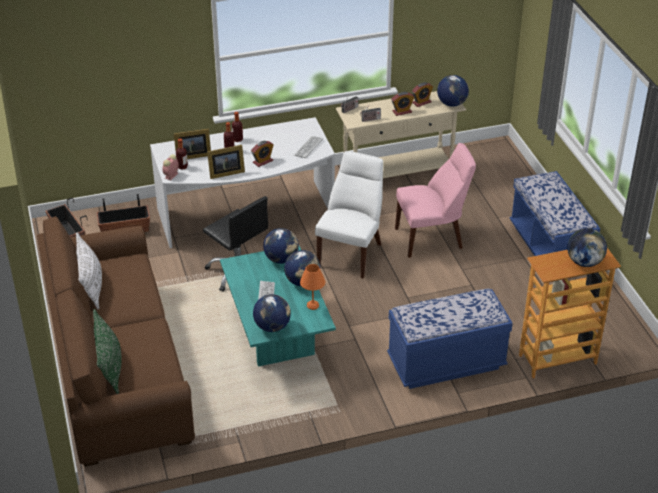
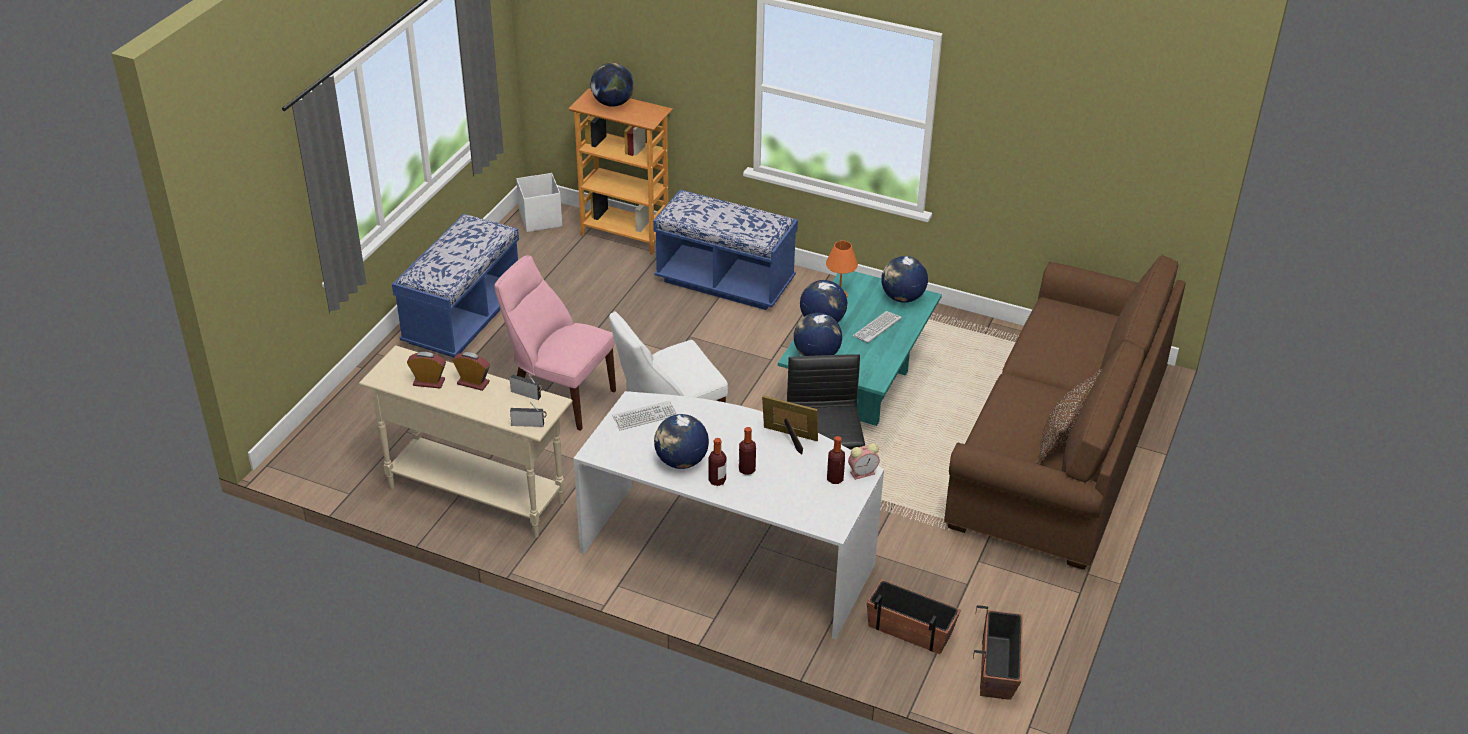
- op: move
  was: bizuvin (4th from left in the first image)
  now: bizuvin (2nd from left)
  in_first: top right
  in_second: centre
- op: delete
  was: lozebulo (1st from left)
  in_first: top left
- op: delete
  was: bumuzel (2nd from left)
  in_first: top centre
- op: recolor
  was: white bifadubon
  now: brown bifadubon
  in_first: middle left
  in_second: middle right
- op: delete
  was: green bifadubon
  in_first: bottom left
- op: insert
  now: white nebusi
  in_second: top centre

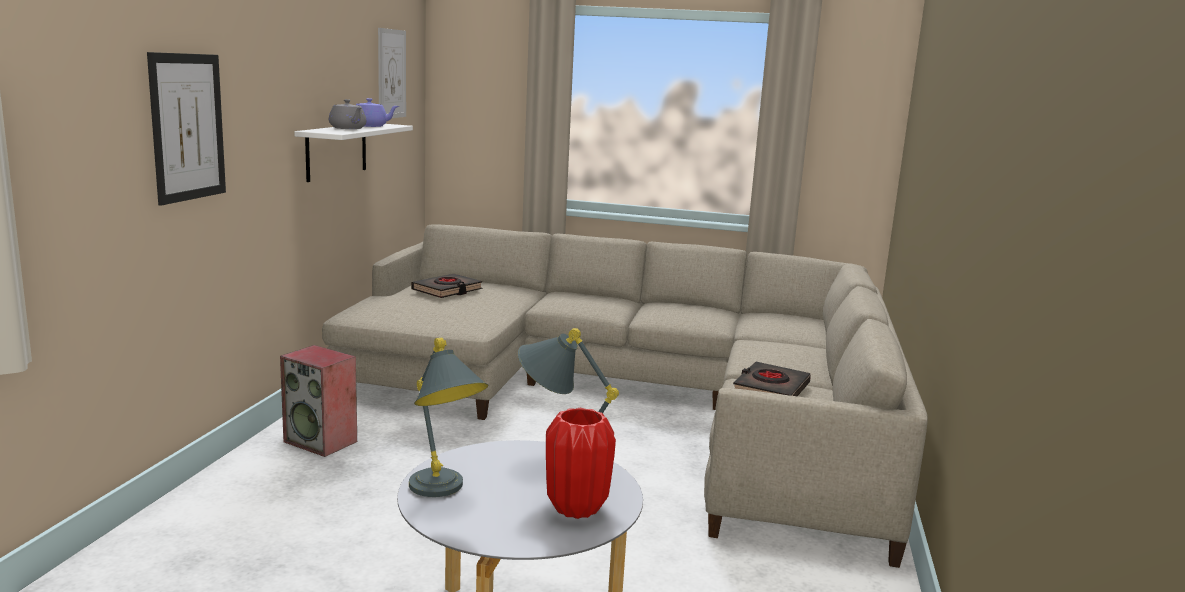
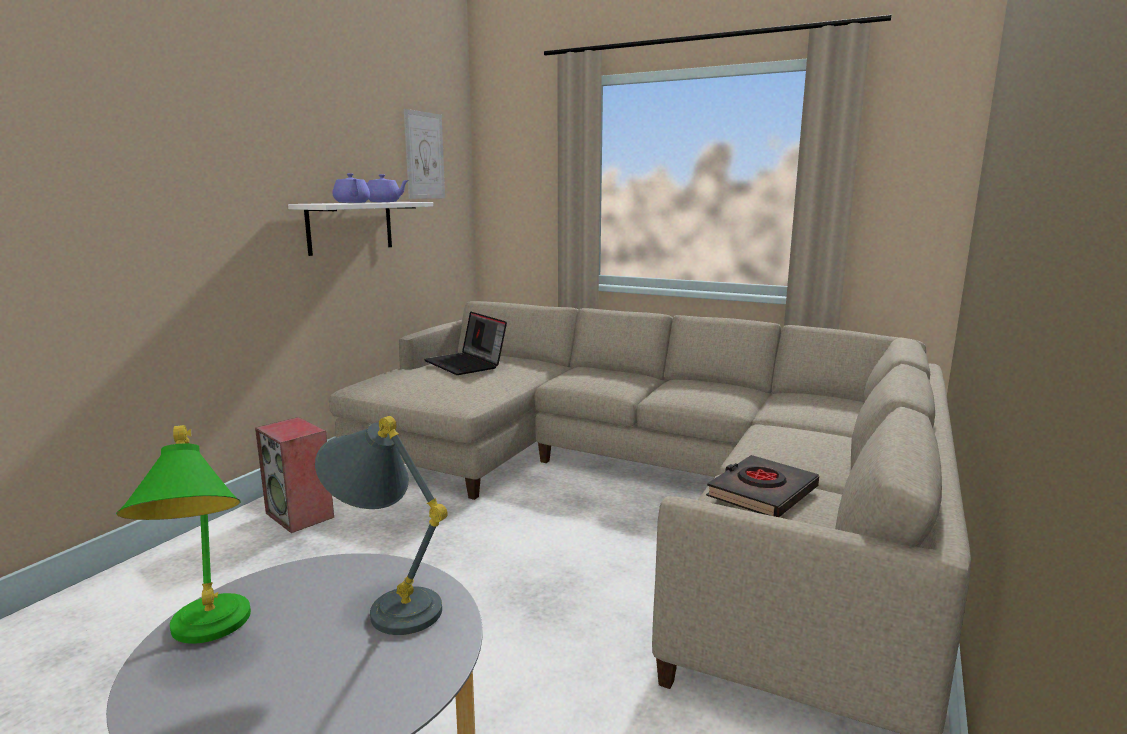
- op: delete
  was: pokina (1st from left)
  in_first: top left
- op: recolor
  was: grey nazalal
  now: purple nazalal (1st from left)
  in_first: top left
  in_second: top left
- op: replace
  was: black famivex (1st from left)
  now: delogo
  in_first: centre
  in_second: centre
- op: recolor
  was: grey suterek (1st from left)
  now: green suterek
  in_first: bottom centre
  in_second: bottom left
- op: delete
  was: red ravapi
  in_first: bottom centre

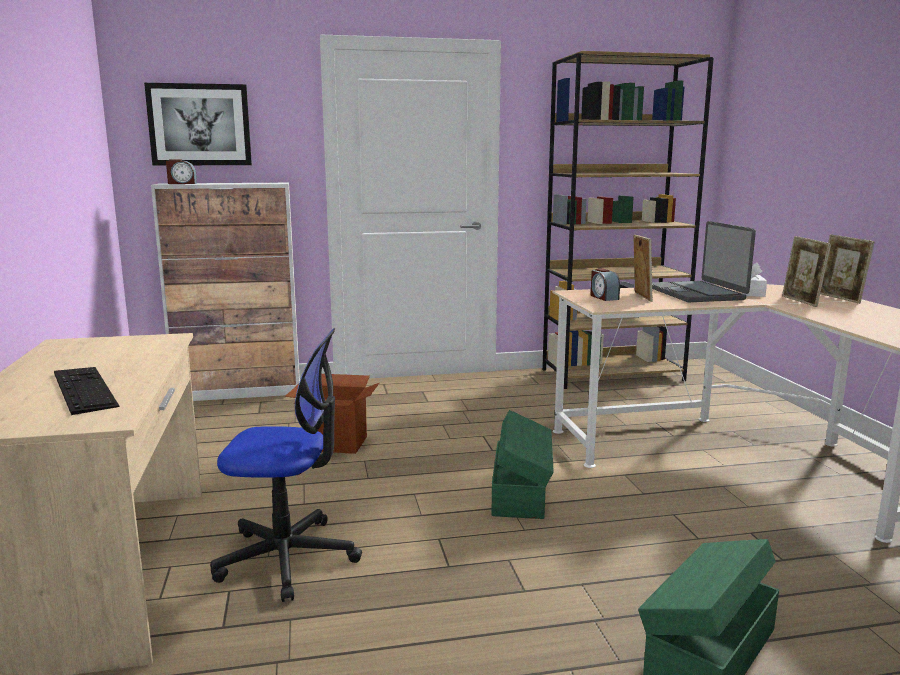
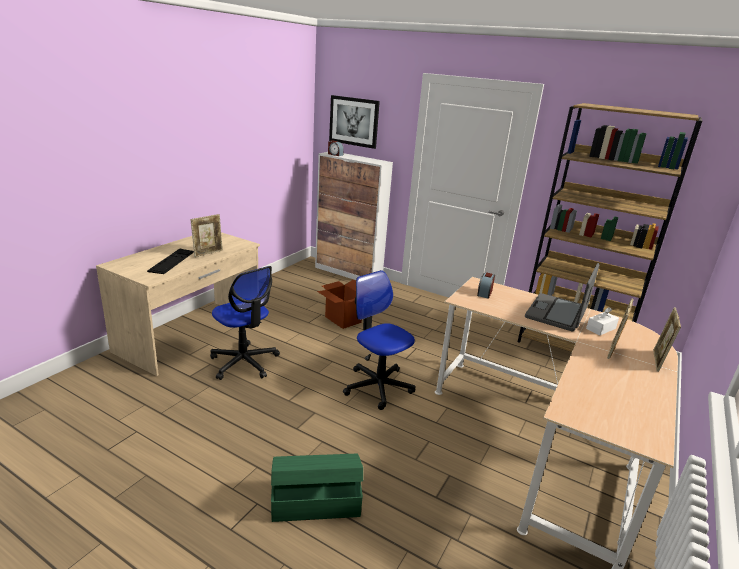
- op: move
  was: lozebulo (1st from left)
  in_first: middle right
  in_second: middle left
- op: replace
  was: green nebusi (1st from left)
  now: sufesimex (2nd from left)
  in_first: bottom centre
  in_second: centre

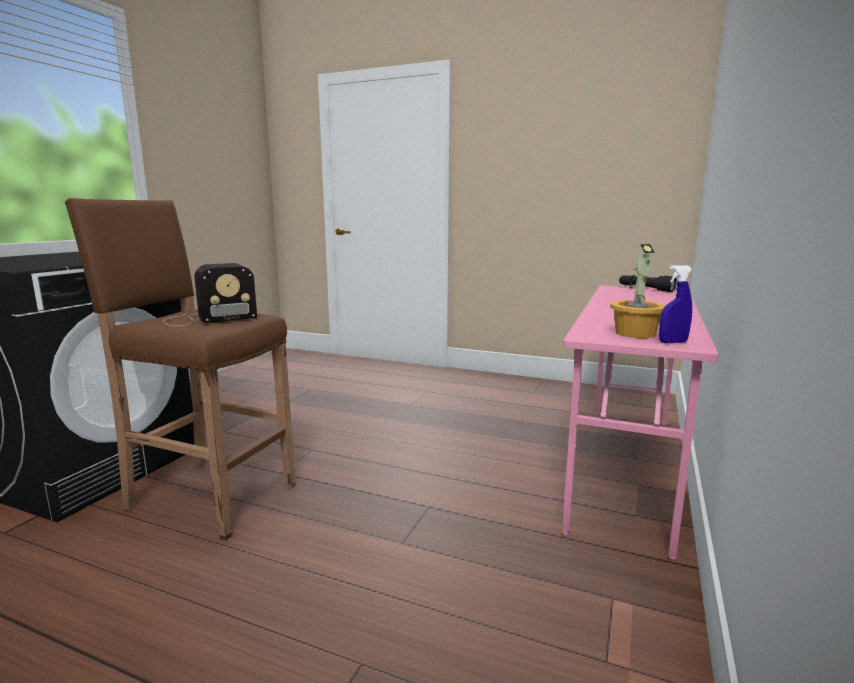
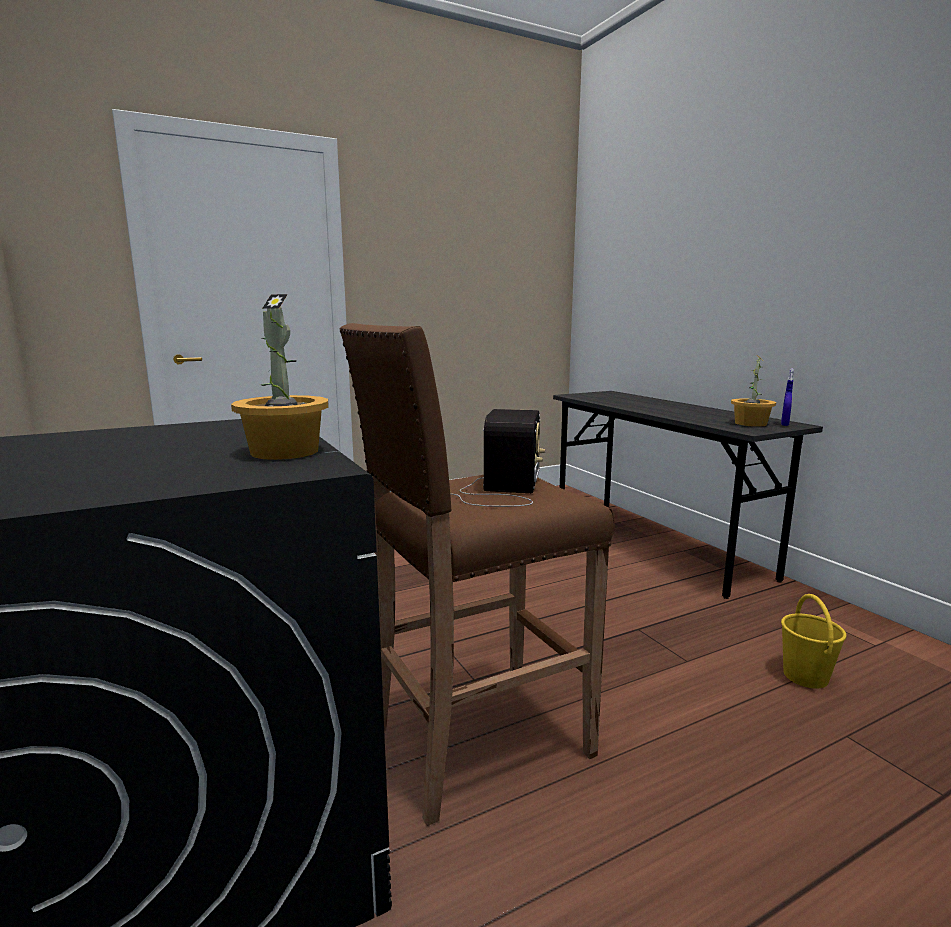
- op: delete
  was: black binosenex
  in_first: middle right
- op: recolor
  was: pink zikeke
  now: grey zikeke
  in_first: middle right
  in_second: middle right
- op: insert
  now: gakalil (1st from left)
  in_second: middle left
- op: insert
  now: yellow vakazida
  in_second: bottom right

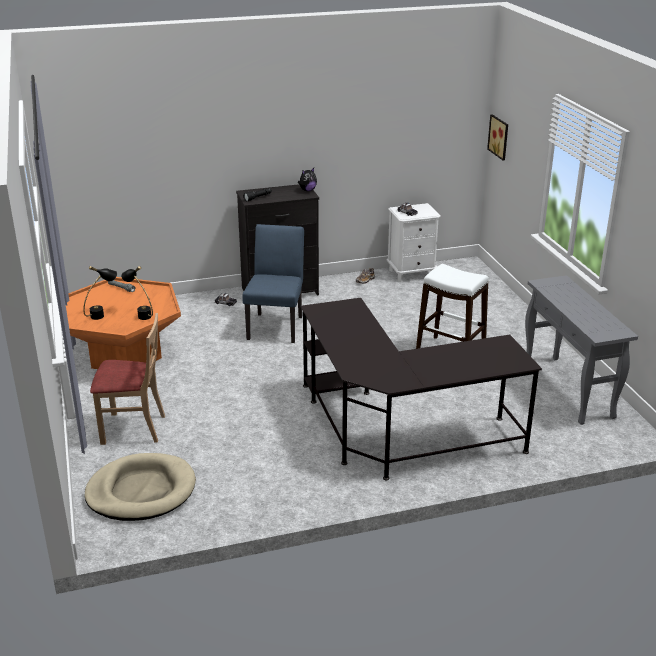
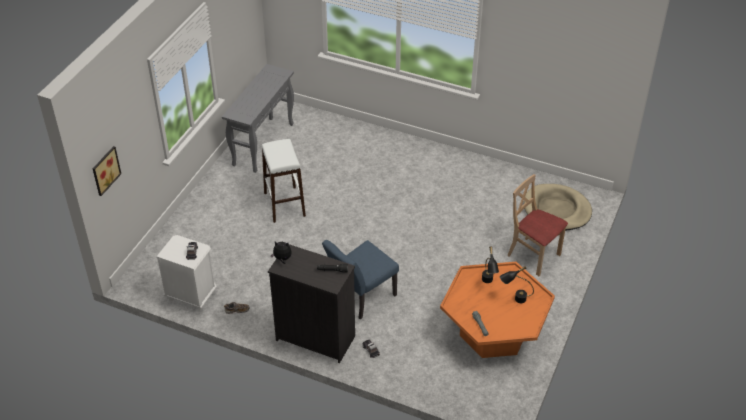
- op: delete
  was: black zikeke
  in_first: centre

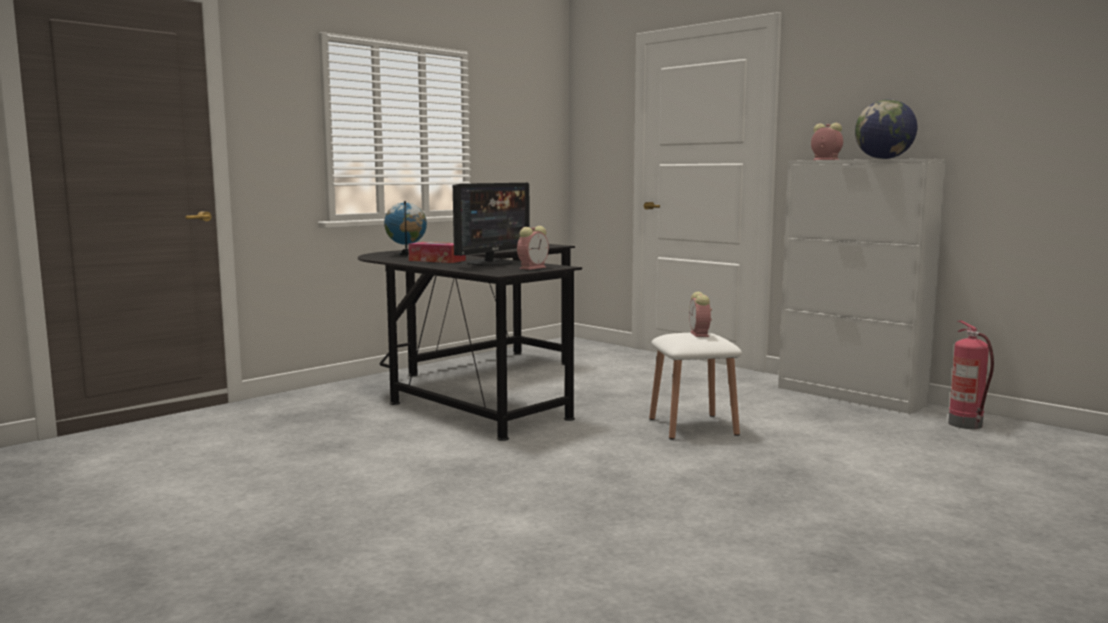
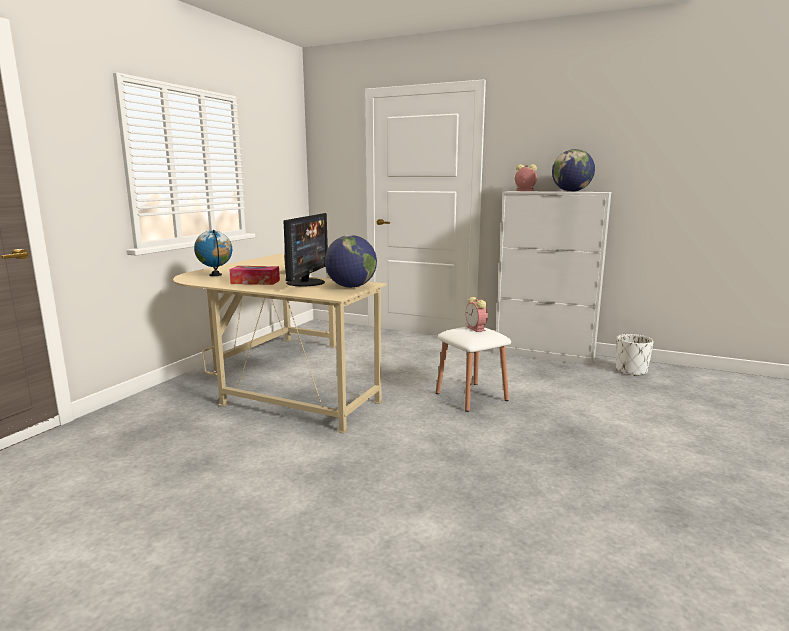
- op: replace
  was: bumuzel (1st from left)
  now: bizuvin (2nd from left)
  in_first: centre
  in_second: centre
- op: recolor
  was: black zikeke
  now: beige zikeke
  in_first: centre
  in_second: centre
- op: replace
  was: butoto
  now: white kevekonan
  in_first: middle right
  in_second: middle right

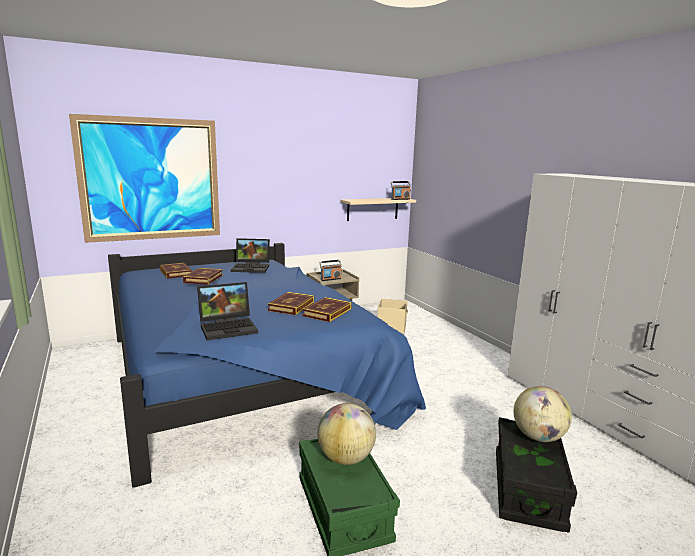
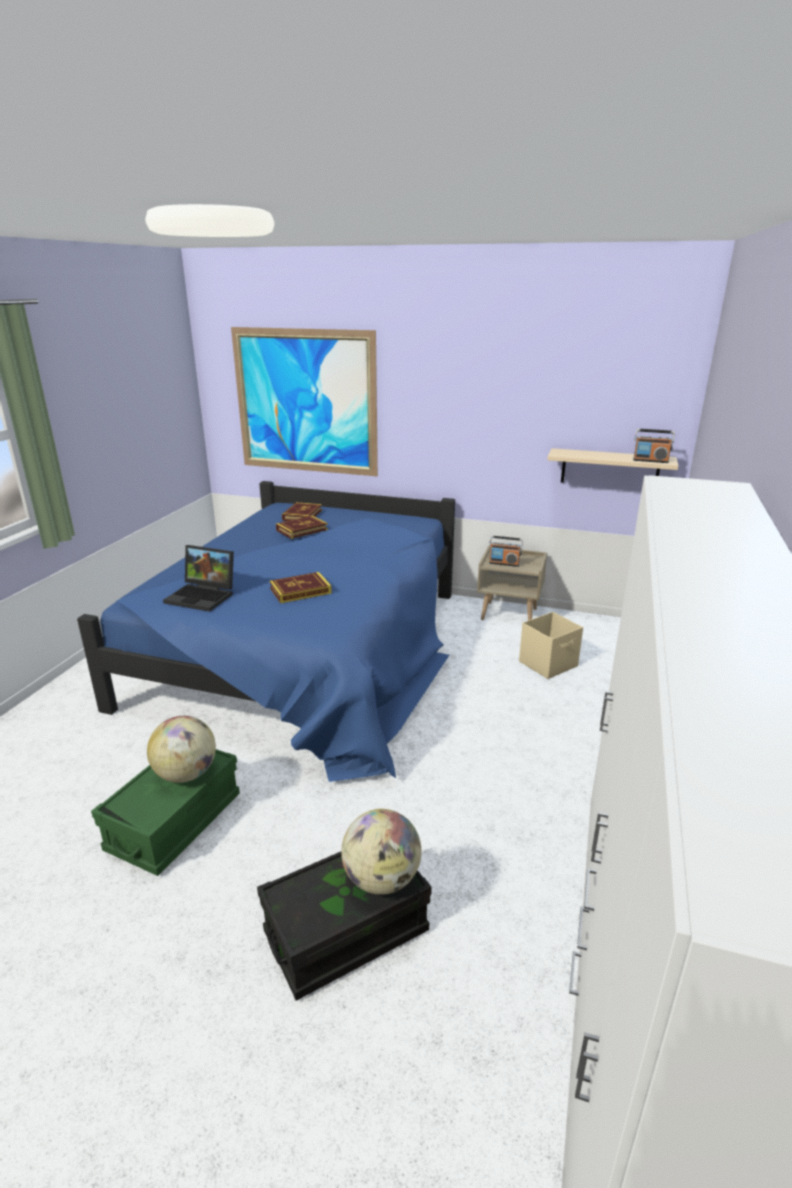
- op: delete
  was: delogo (2nd from left)
  in_first: centre
- op: delete
  was: famivex (4th from left)
  in_first: centre

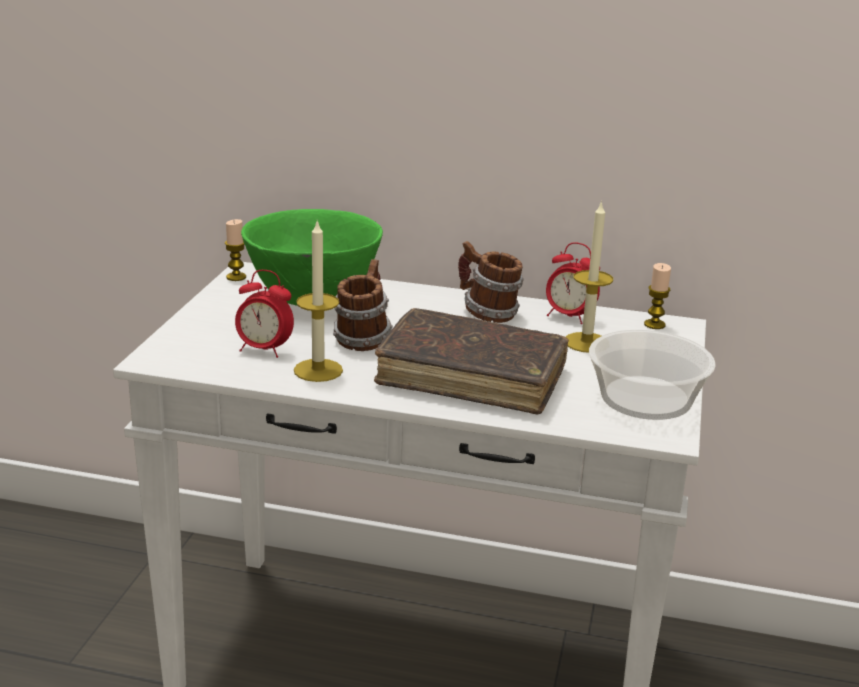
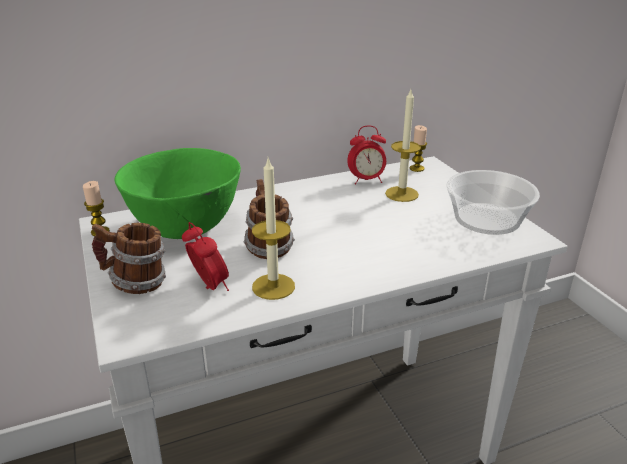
- op: move
  was: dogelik (2nd from left in the first image)
  now: dogelik (1st from left)
  in_first: centre
  in_second: middle left
- op: rotate
  was: bumuzel (1st from left)
  in_first: middle left
  in_second: middle left
  clockwise: -105
- op: delete
  was: brown famivex
  in_first: centre

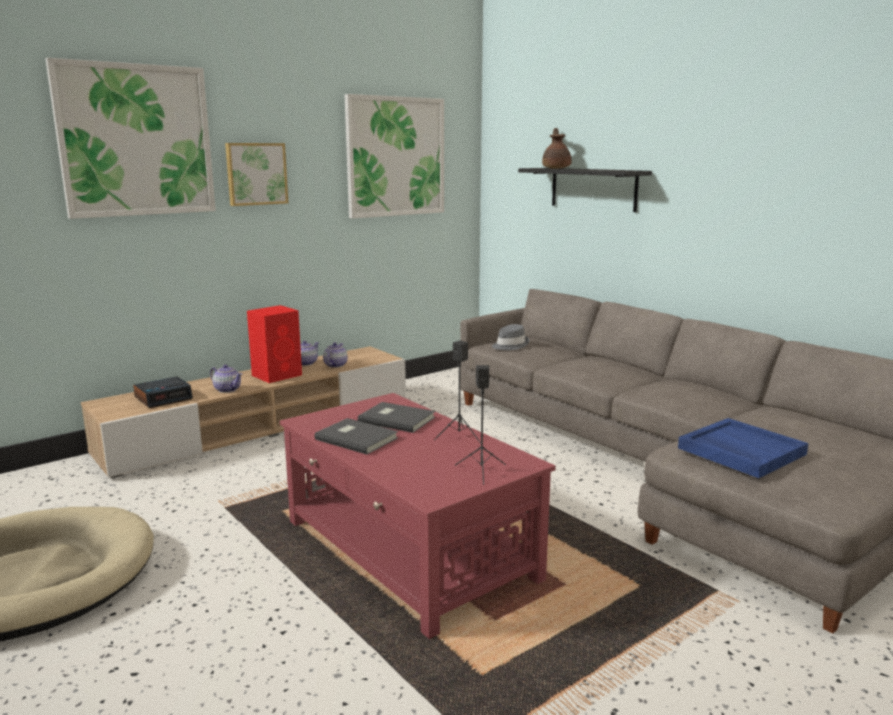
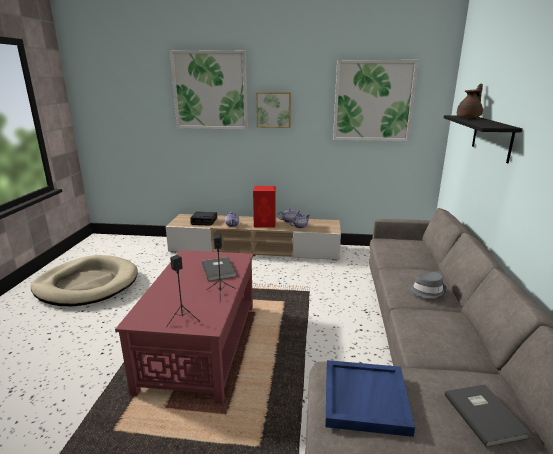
- op: move
  was: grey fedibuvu
  in_first: centre
  in_second: middle right
- op: move
  was: grey famivex (1st from left in the first image)
  now: grey famivex (2nd from left)
  in_first: centre
  in_second: bottom right

